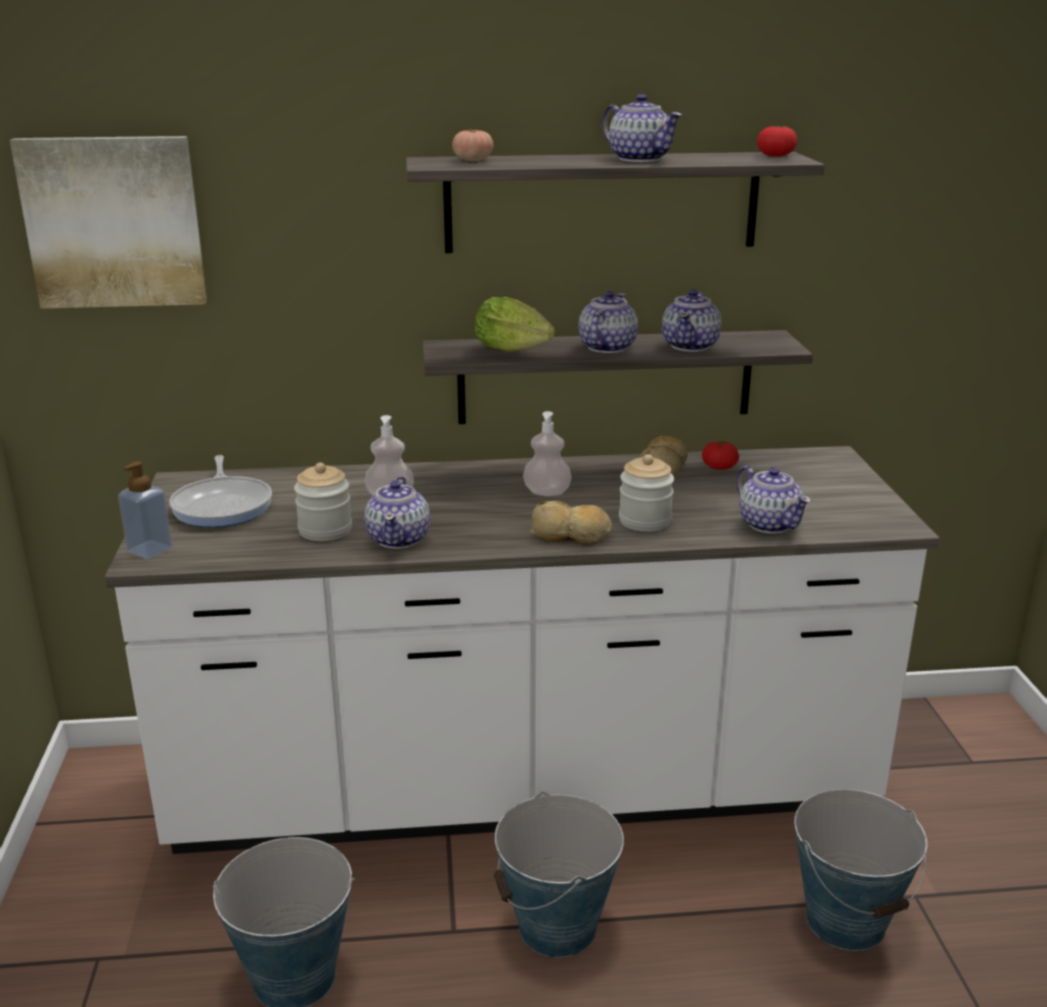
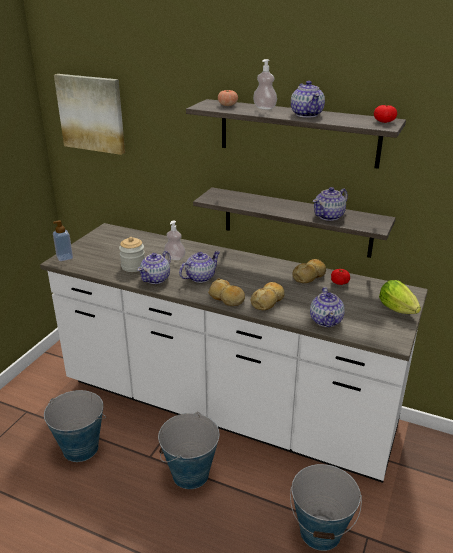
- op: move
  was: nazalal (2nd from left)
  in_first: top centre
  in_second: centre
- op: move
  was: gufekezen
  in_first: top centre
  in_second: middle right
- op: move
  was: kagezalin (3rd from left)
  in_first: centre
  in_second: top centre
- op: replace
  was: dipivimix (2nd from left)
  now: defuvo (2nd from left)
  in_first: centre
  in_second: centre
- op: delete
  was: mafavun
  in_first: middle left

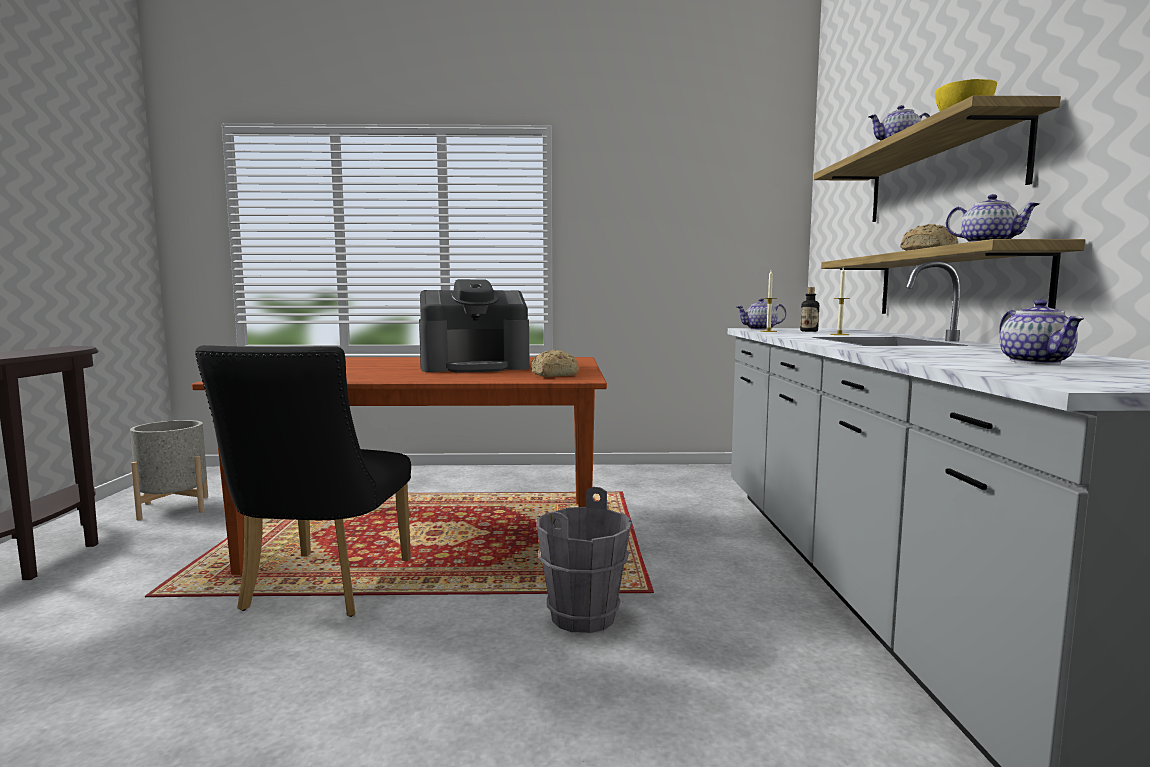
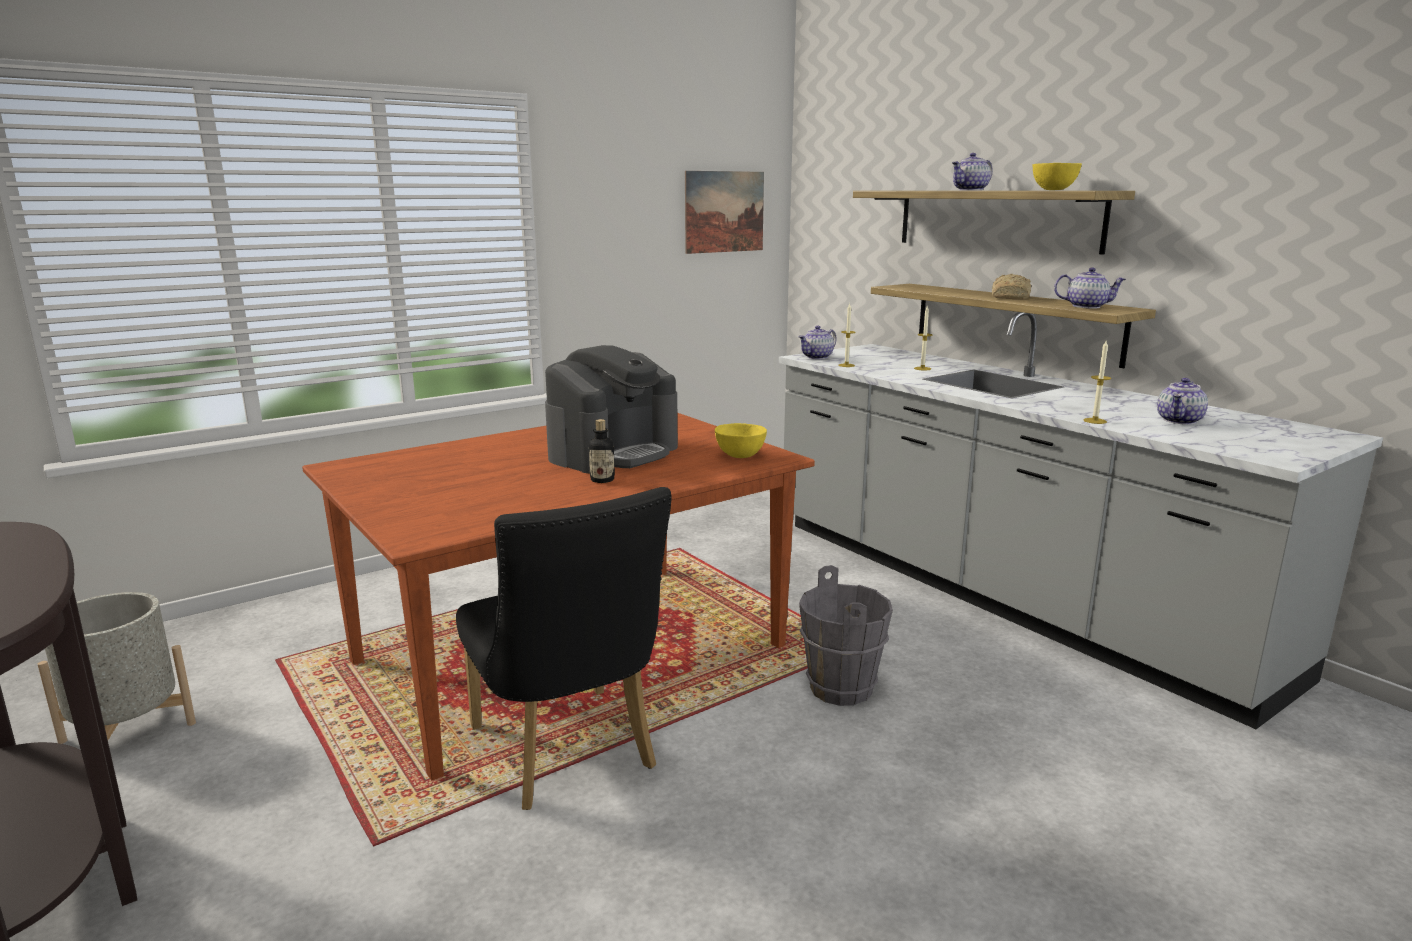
- op: move
  was: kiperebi
  in_first: middle right
  in_second: centre
- op: rotate
  was: nazalal (4th from left)
  in_first: middle right
  in_second: middle right
  clockwise: 75
- op: replace
  was: defuvo (1st from left)
  now: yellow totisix (1st from left)
  in_first: centre
  in_second: centre
- op: insert
  now: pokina
  in_second: top centre
- op: insert
  now: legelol (3rd from left)
  in_second: middle right

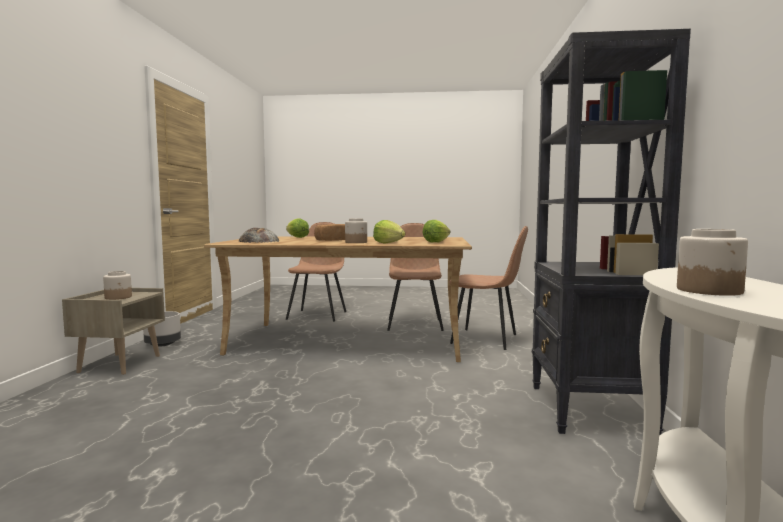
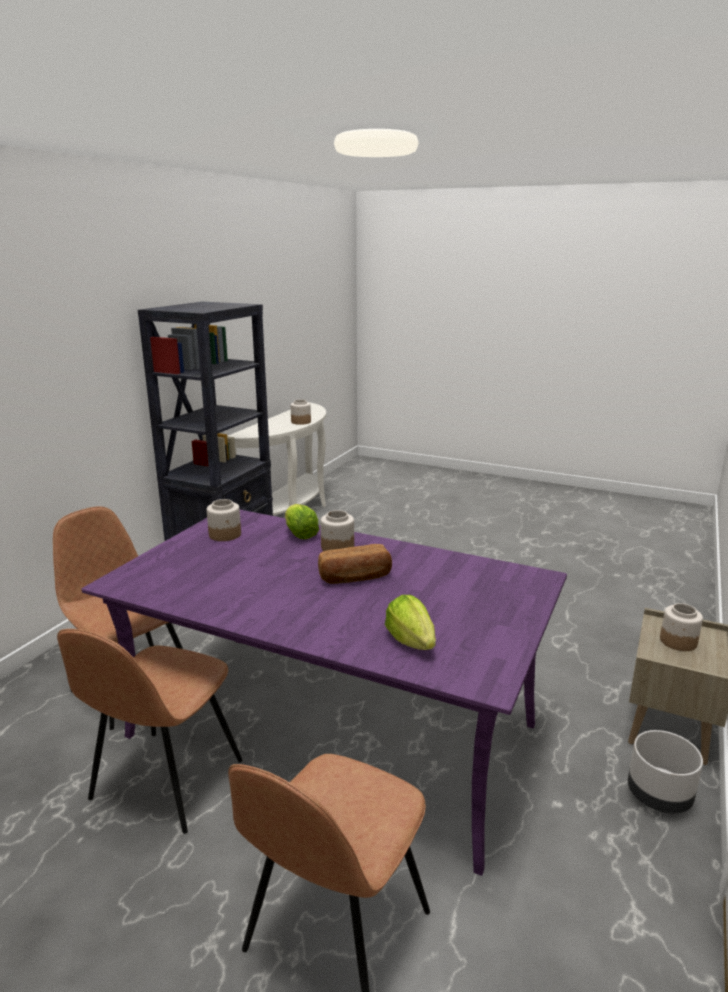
- op: replace
  was: gufekezen (3rd from left)
  now: dipivimix (1st from left)
  in_first: centre
  in_second: middle left
- op: delete
  was: defuvo (1st from left)
  in_first: middle left
- op: recolor
  was: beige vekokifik
  now: purple vekokifik
  in_first: centre
  in_second: bottom centre

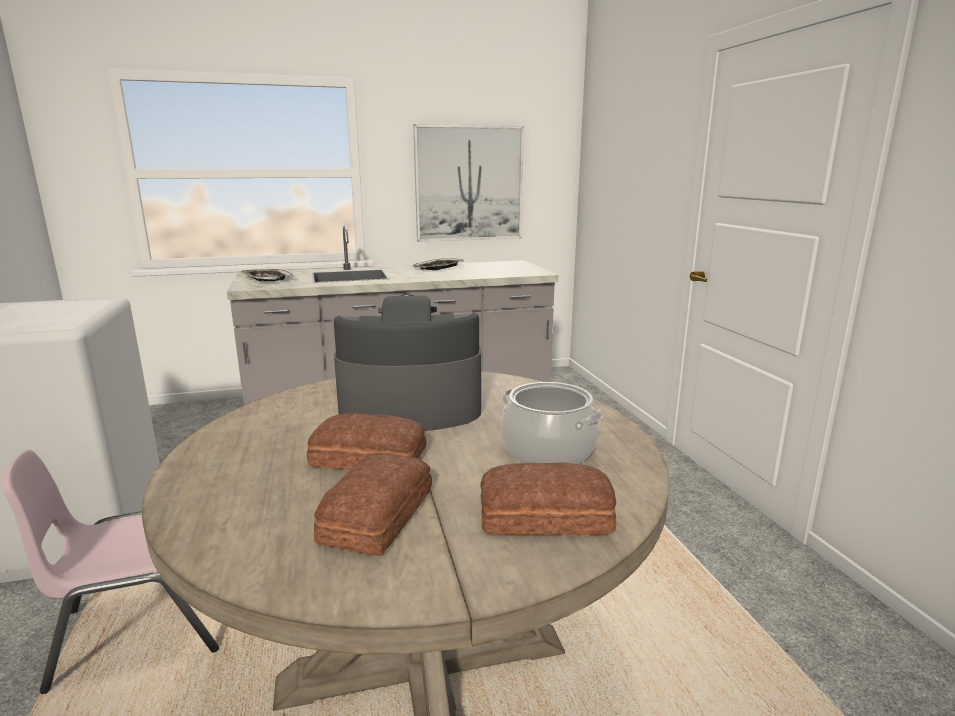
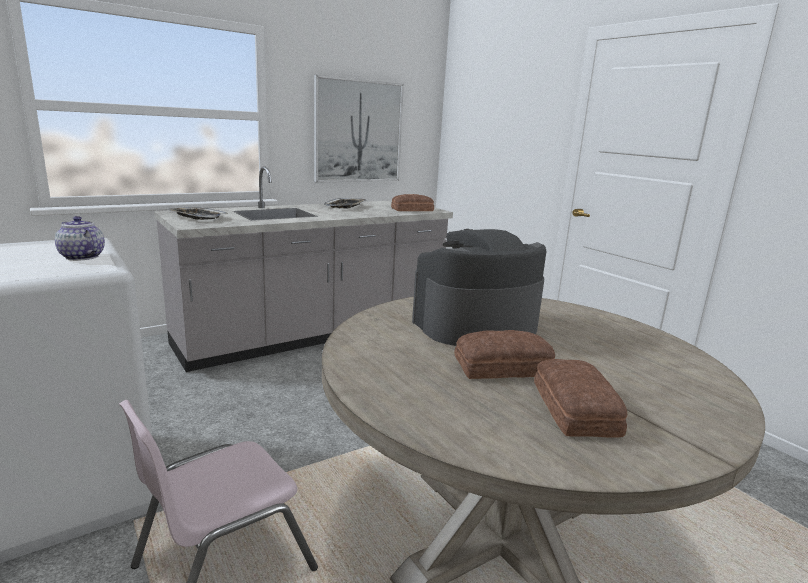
- op: delete
  was: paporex
  in_first: centre
- op: move
  was: defuvo (3rd from left in the first image)
  now: defuvo (1st from left)
  in_first: bottom centre
  in_second: centre
- op: insert
  now: nazalal
  in_second: middle left

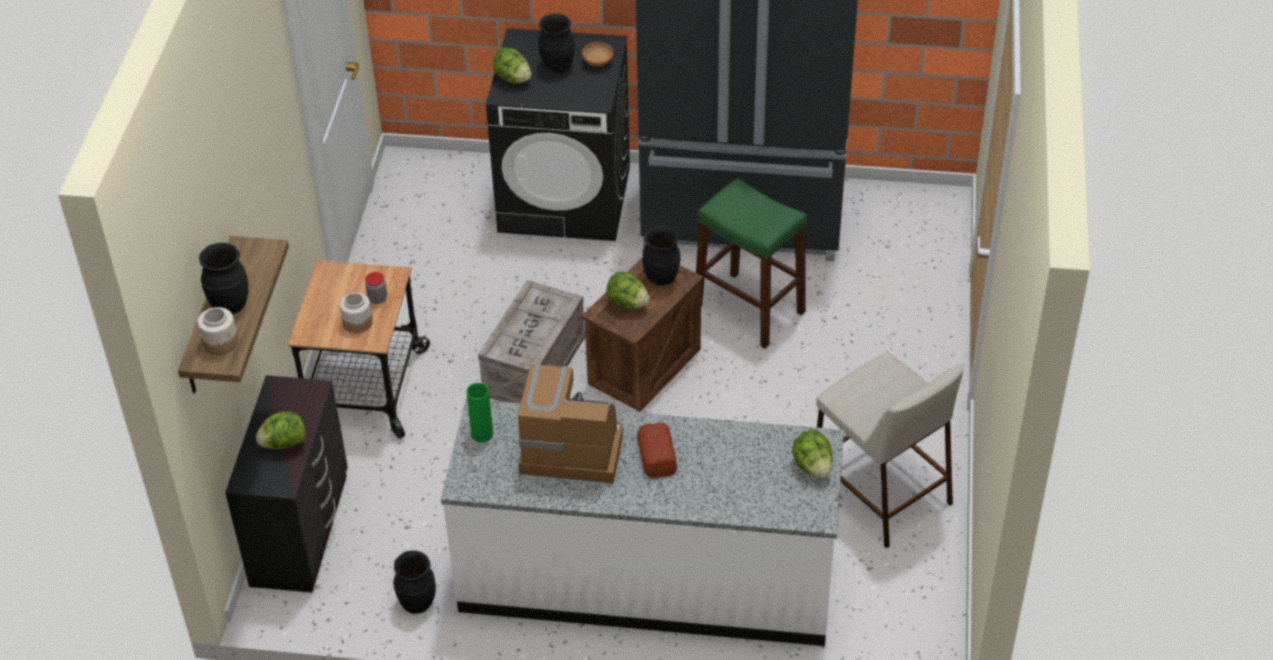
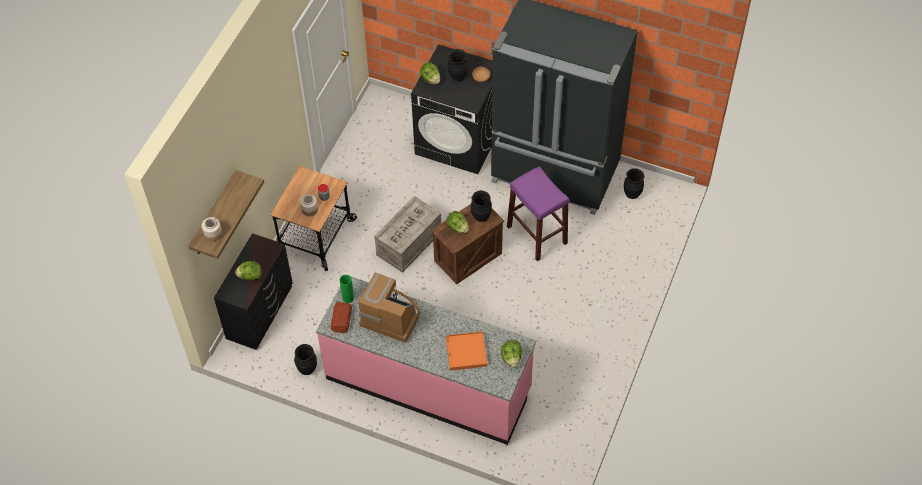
- op: recolor
  was: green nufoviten
  now: purple nufoviten
  in_first: centre
  in_second: centre
- op: move
  was: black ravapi (1st from left in the first image)
  now: black ravapi (4th from left)
  in_first: middle left
  in_second: middle right
- op: delete
  was: beige nufoviten
  in_first: bottom right
- op: recolor
  was: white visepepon
  now: pink visepepon
  in_first: bottom centre
  in_second: bottom centre
- op: move
  was: defuvo
  in_first: bottom centre
  in_second: centre
- op: insert
  now: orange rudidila
  in_second: bottom centre

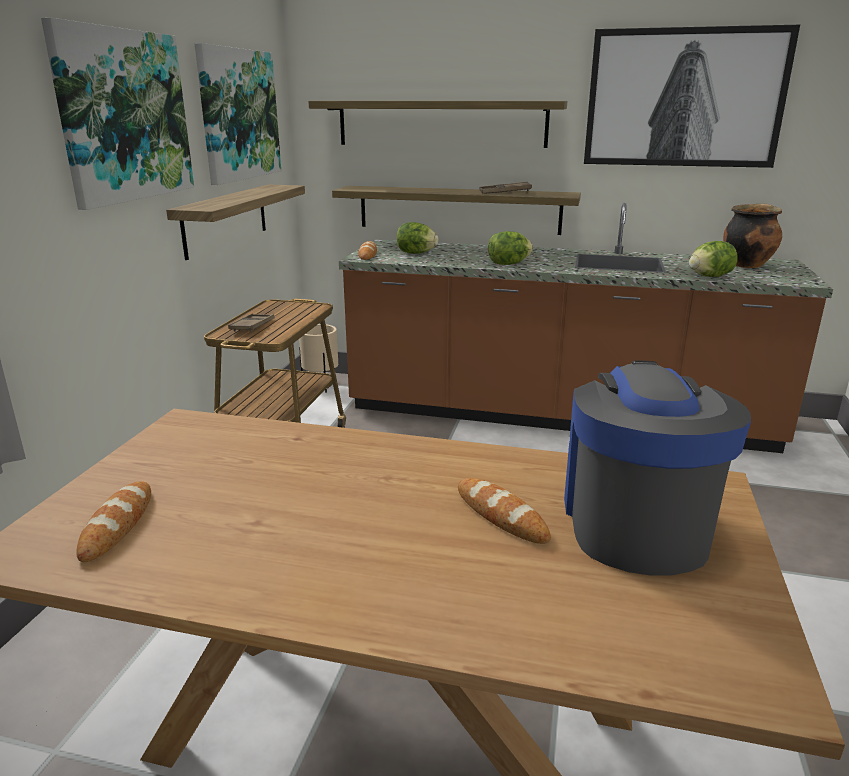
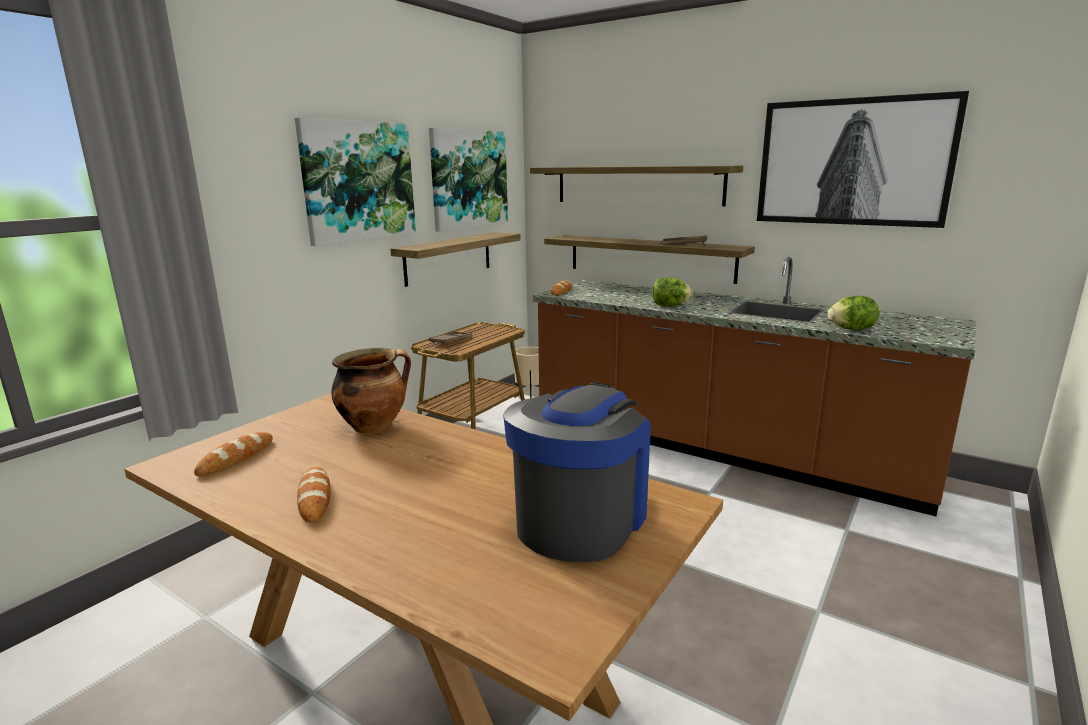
- op: move
  was: paporex
  in_first: top right
  in_second: centre
- op: delete
  was: gufekezen (1st from left)
  in_first: top centre
- op: move
  was: defuvo (3rd from left in the first image)
  now: defuvo (2nd from left)
  in_first: centre
  in_second: bottom left

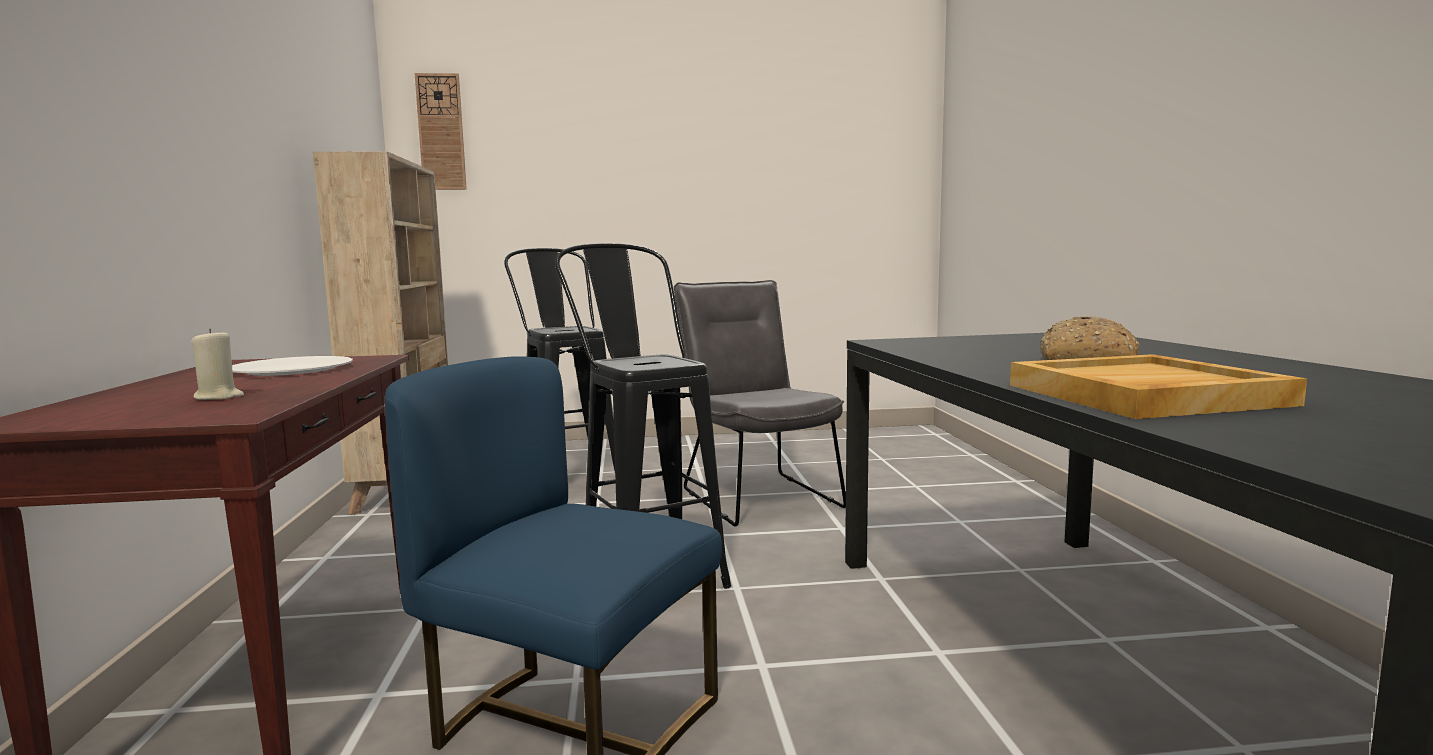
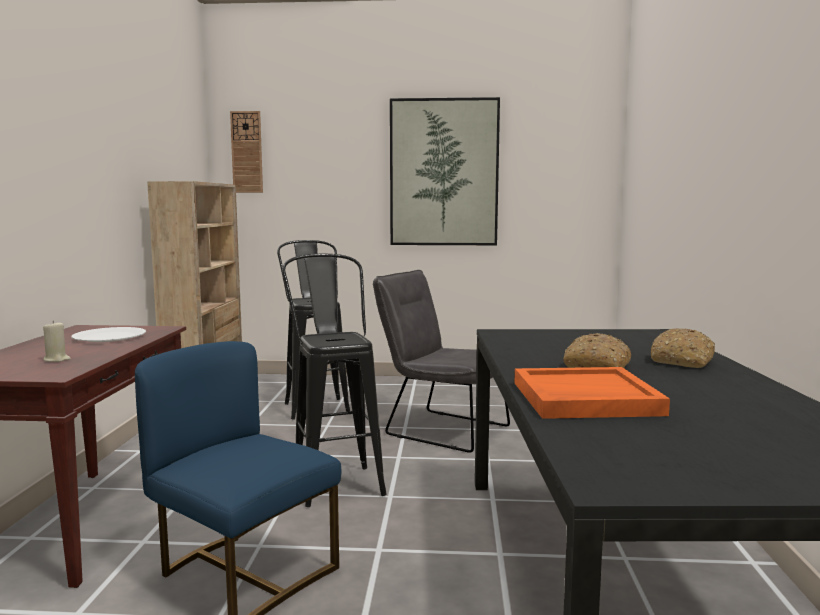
- op: rotate
  was: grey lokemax
  in_first: centre
  in_second: centre
  clockwise: -45
- op: recolor
  was: beige rudidila
  now: orange rudidila
  in_first: middle right
  in_second: middle right
- op: insert
  now: pokina
  in_second: top centre
- op: insert
  now: defuvo (2nd from left)
  in_second: middle right

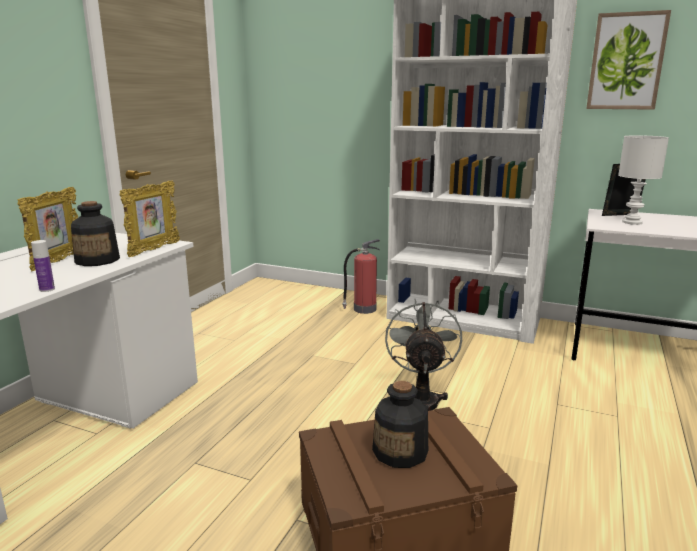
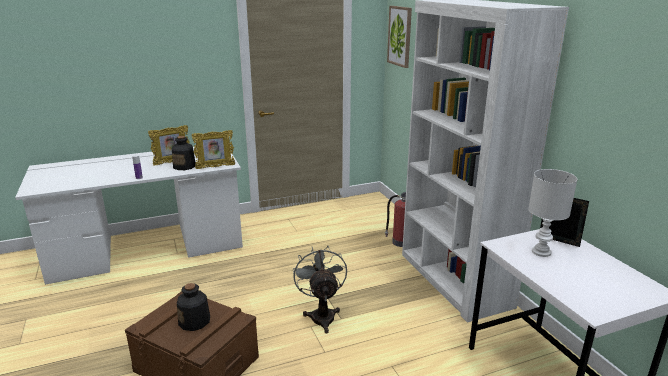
- op: move
  was: pokina
  in_first: top right
  in_second: top centre
- op: rotate
  was: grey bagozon
  in_first: centre
  in_second: bottom centre
  clockwise: -60

